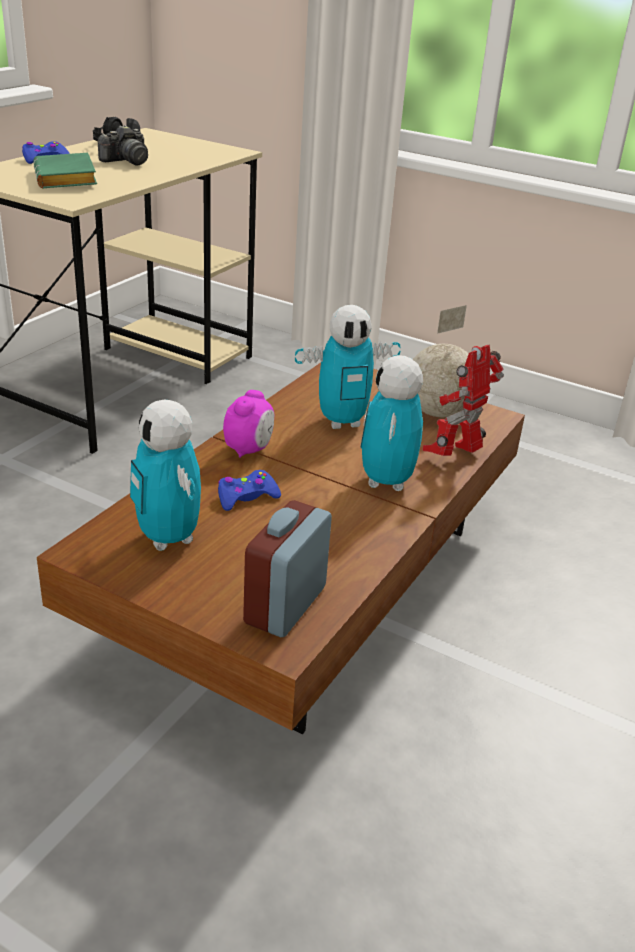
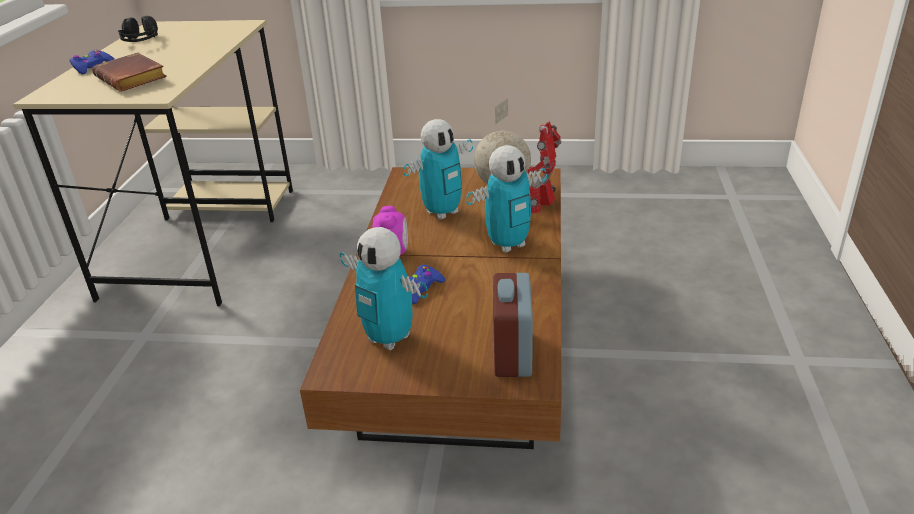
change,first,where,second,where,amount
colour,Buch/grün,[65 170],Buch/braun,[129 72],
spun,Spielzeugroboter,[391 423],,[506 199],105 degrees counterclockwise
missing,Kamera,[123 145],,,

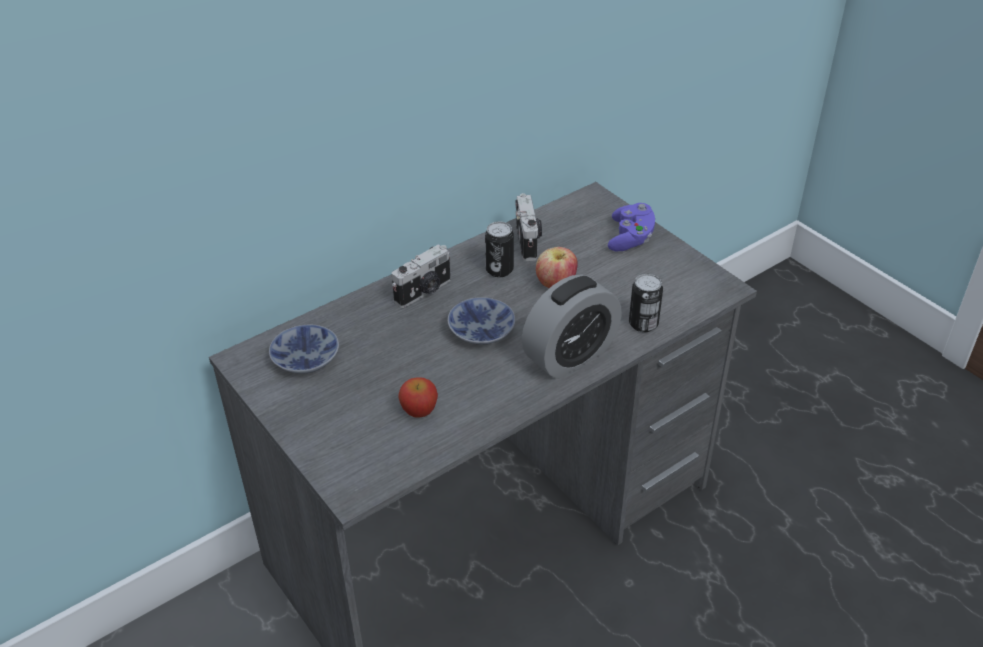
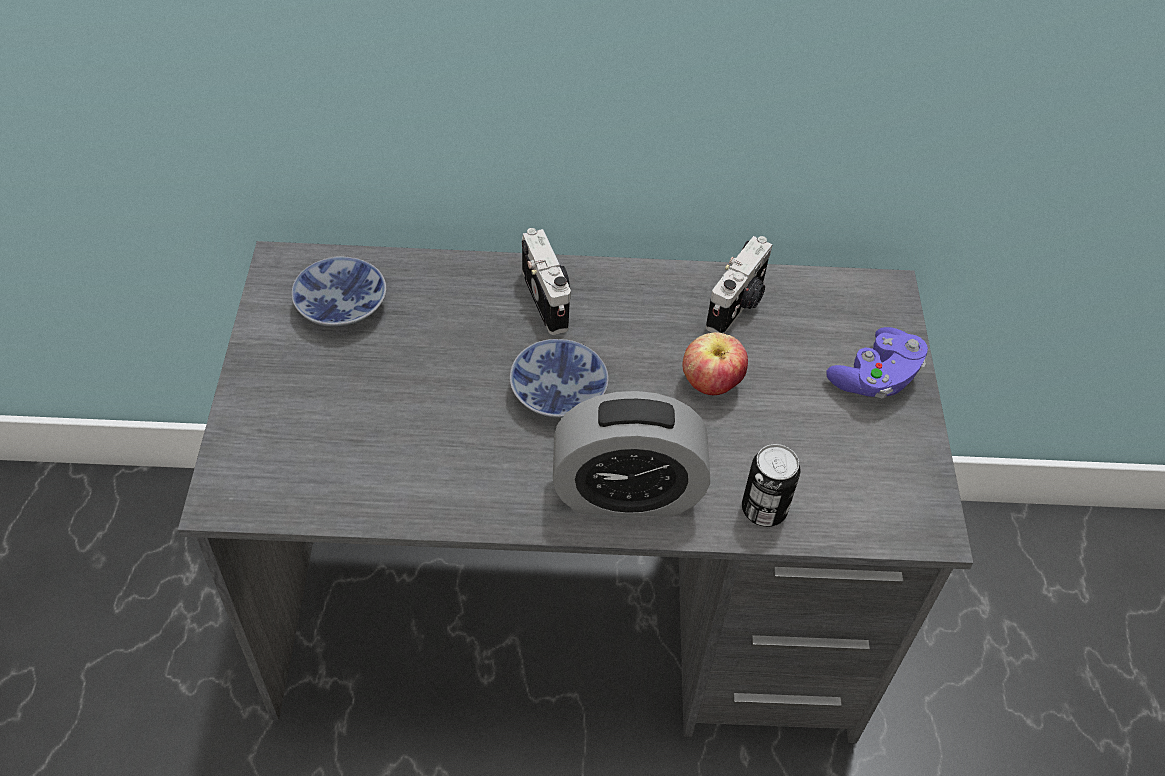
change,first,where,second,where,amount
spun,Kamera,[421 276],,[546 281],105 degrees counterclockwise
missing,Apfel,[418 397],,,
missing,Dose,[499 249],,,

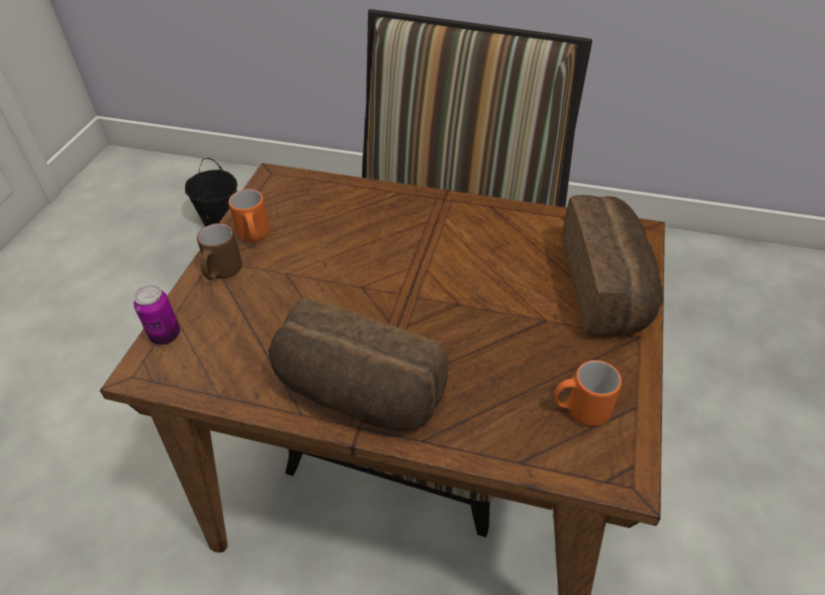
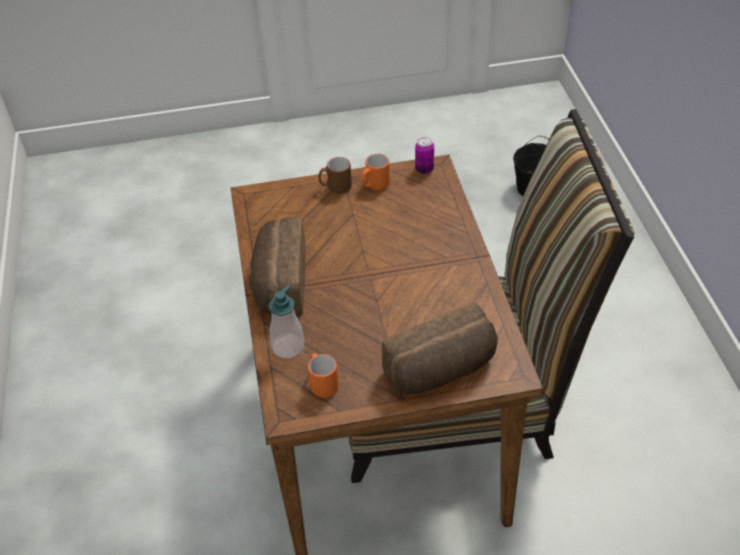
change,first,where,second,where,amount
appeared,,,Seifenspender,[286 321],
relocated,Dose,[157 315],,[424 155],

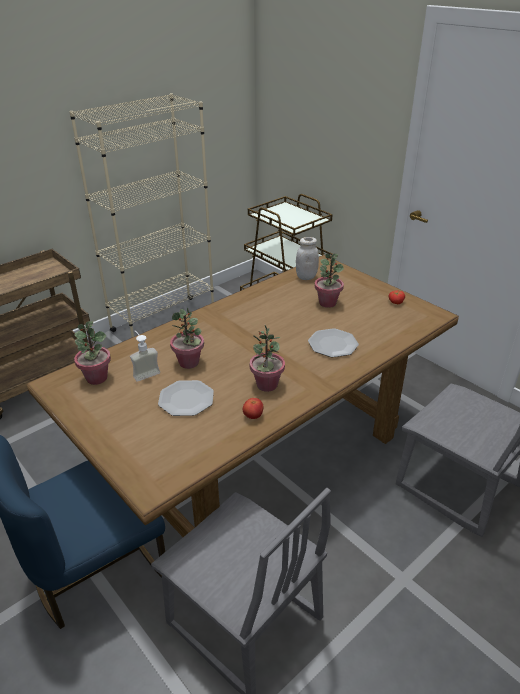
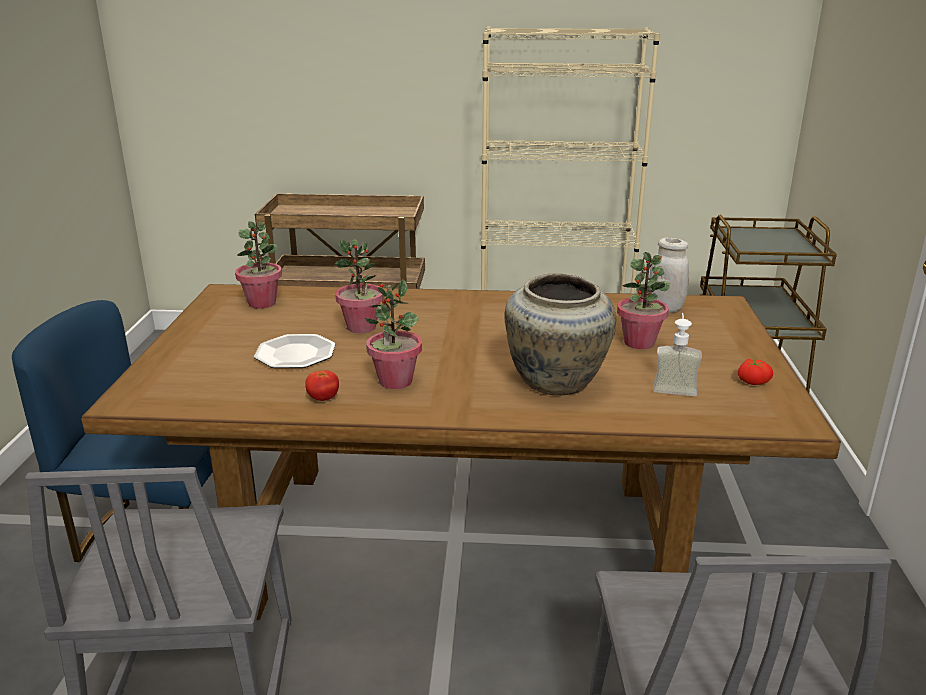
change,first,where,second,where,amount
exchanged,Teller,[333 342],Vase/beige,[560 334],
relocated,Seifenspender,[145 356],,[677 354],

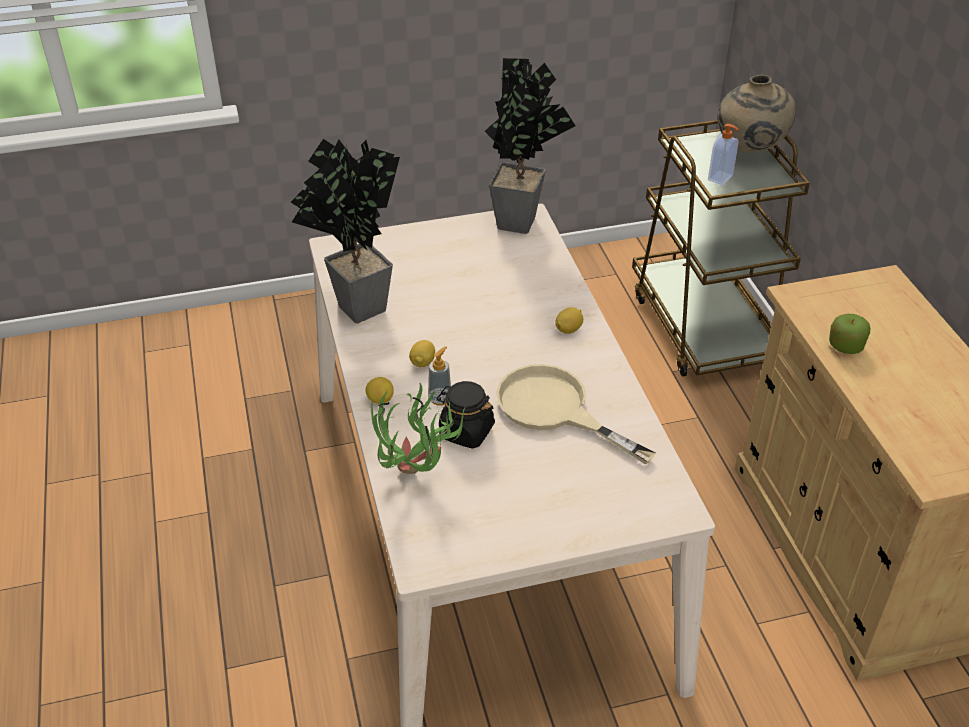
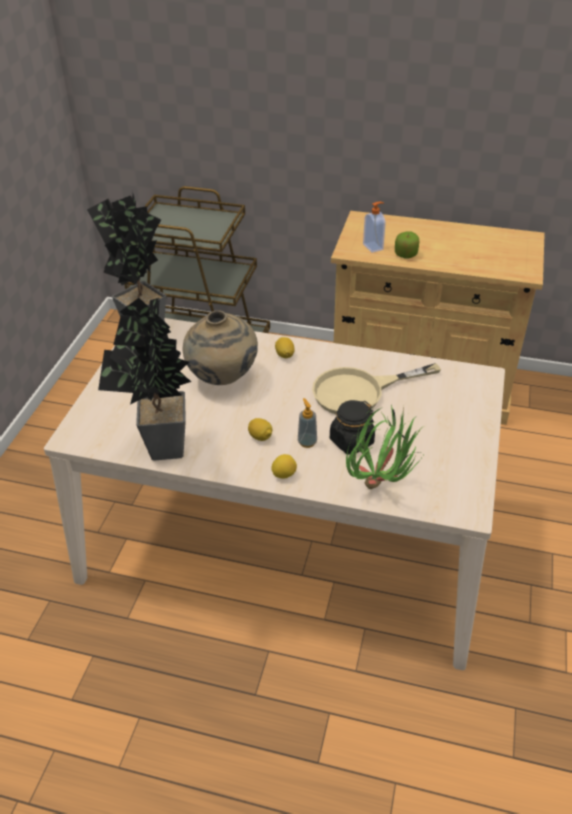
change,first,where,second,where,amount
relocated,Vase/beige,[756 114],,[220 347],
relocated,Seifenspender,[723 154],,[374 227],

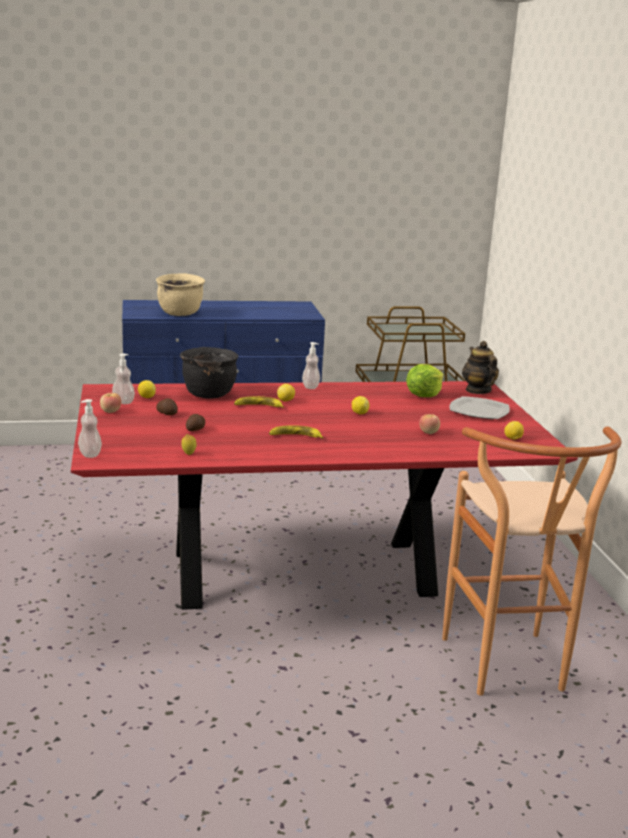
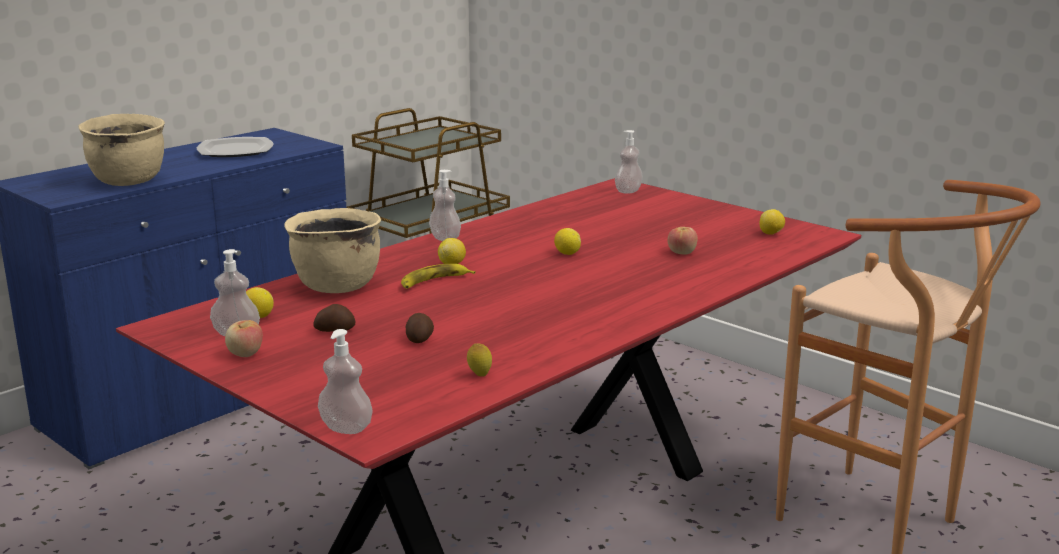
change,first,where,second,where,amount
relocated,Teller,[480 407],,[235 147],
colour,Kochtopf/schwarz,[209 373],Kochtopf/beige,[332 250],
exchanged,Teekanne,[480 367],Seifenspender,[629 162],
missing,Banane,[296 432],,,
missing,Salatkopf,[425 380],,,

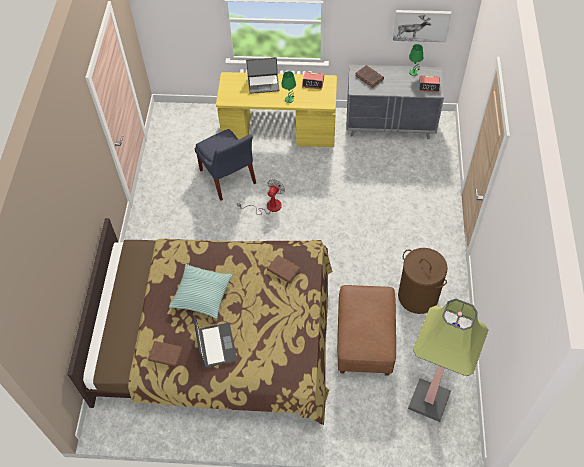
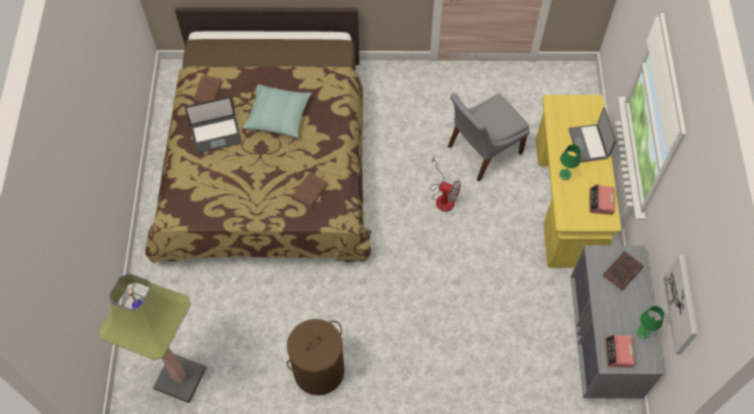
change,first,where,second,where,amount
colour,Stuhl/blau,[225 165],Stuhl/grau,[489 137],
missing,Polsterhocker/braun,[366 330],,,

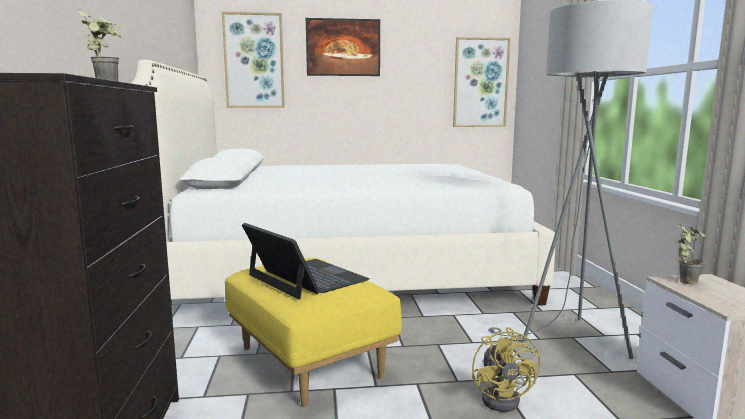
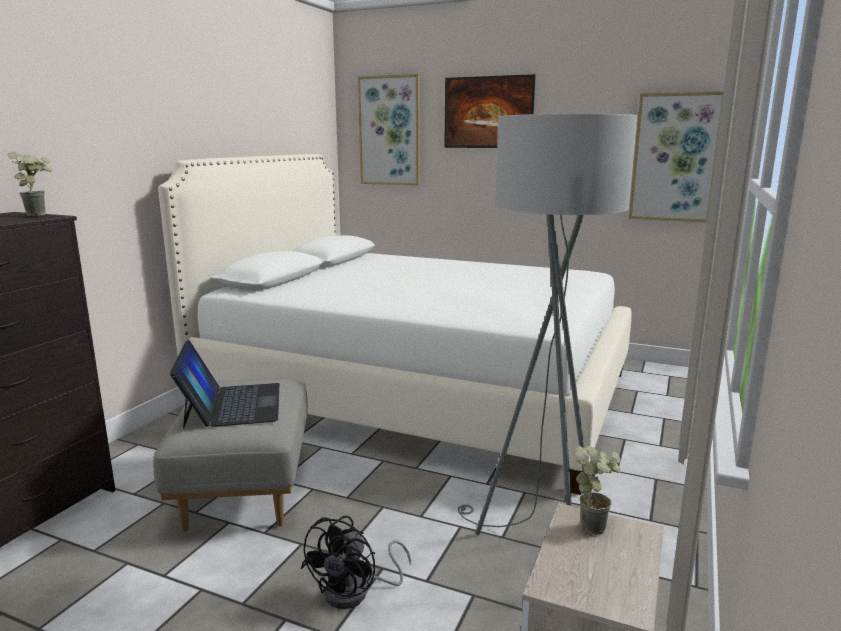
change,first,where,second,where,amount
colour,Polsterhocker/gelb,[313 332],Polsterhocker/grau,[230 455],
colour,Ventilator/gelb,[506 369],Ventilator/schwarz,[356 562],

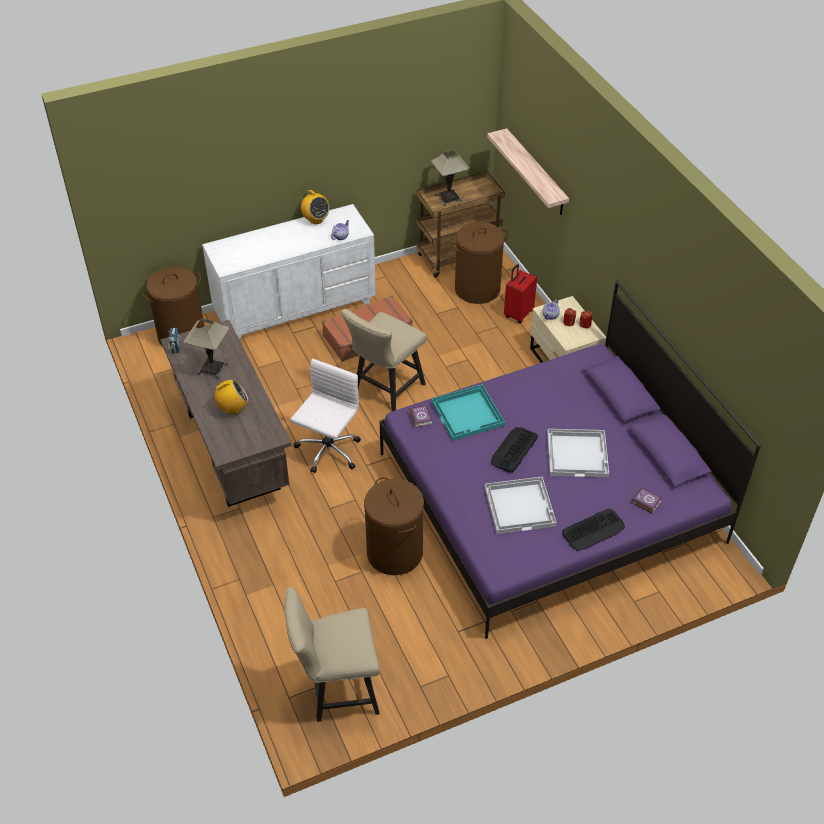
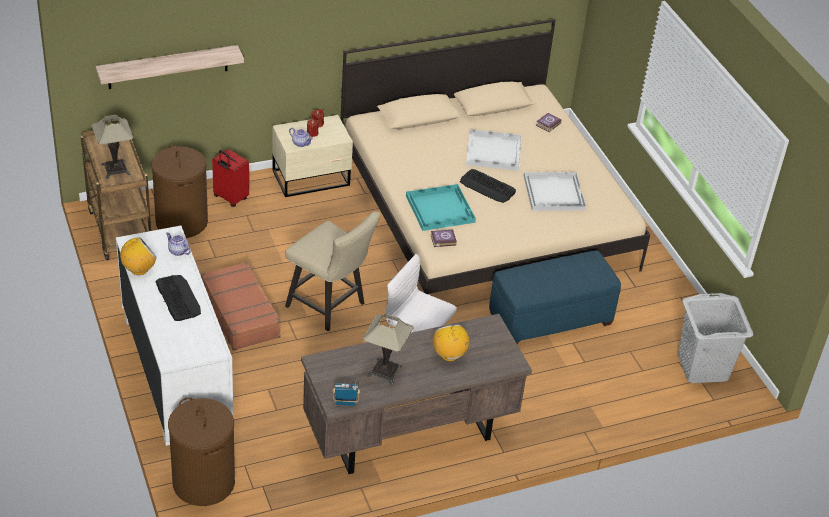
change,first,where,second,where,amount
relocated,Tastatur,[593 529],,[178 298],
colour,Bett/lila,[570 459],Bett/beige,[495 156],
exchanged,Wäschekorb/braun,[394 526],Polsterhocker/blau,[555 298],
exchanged,Stuhl/beige,[332 654],Wäschekorb/grau,[715 338],

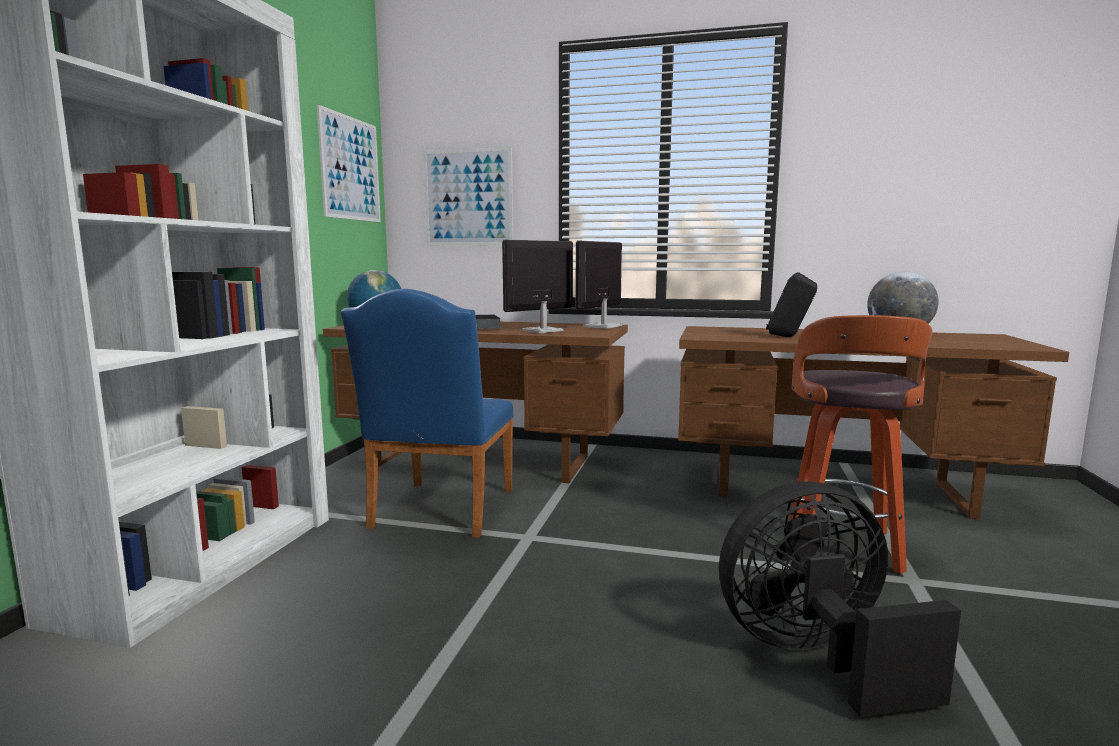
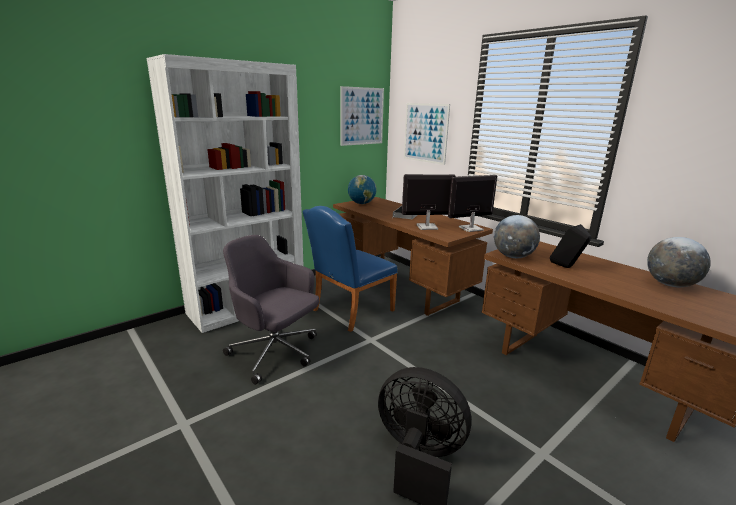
change,first,where,second,where,amount
appeared,,,Bürostuhl/grau,[271 310],
appeared,,,Globus,[517 236],
missing,Hocker,[861 444],,,

